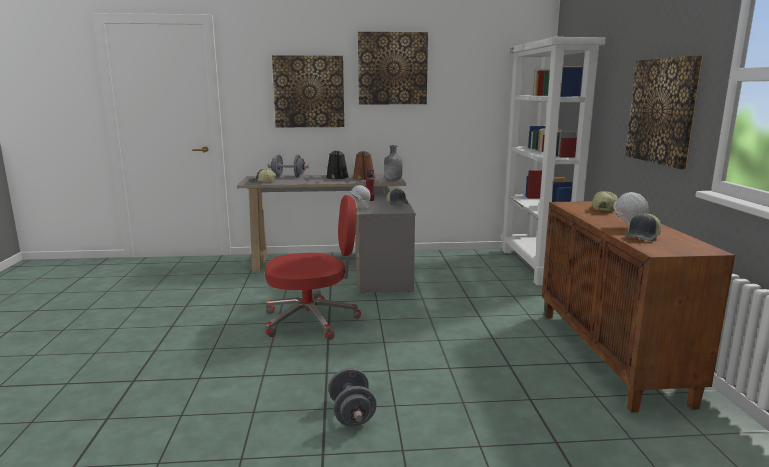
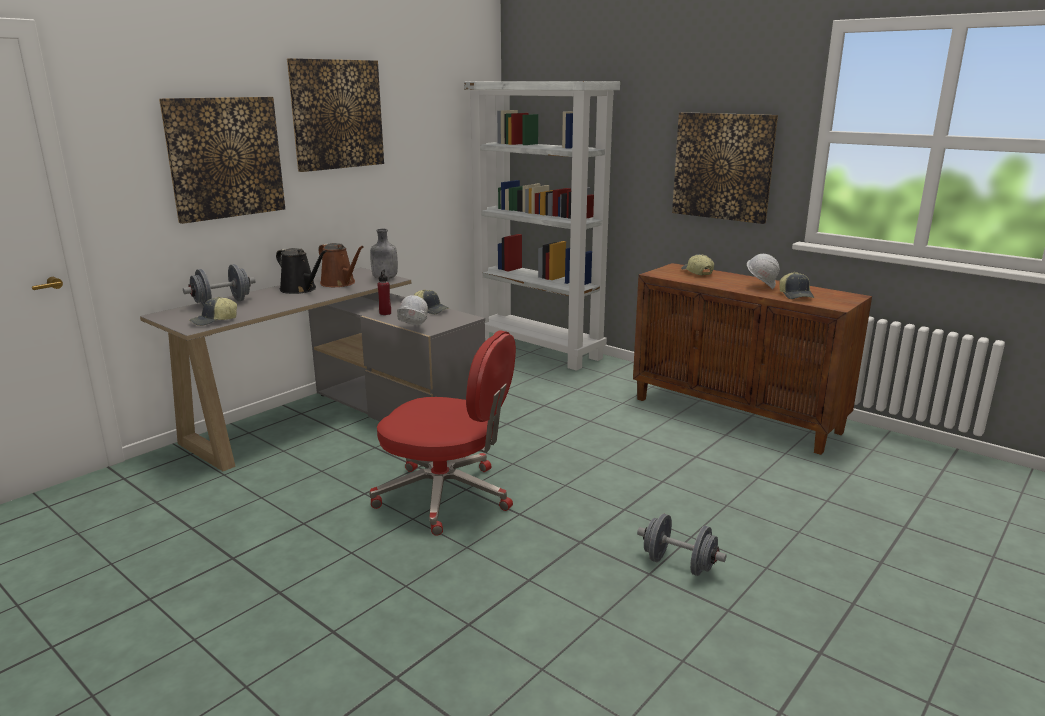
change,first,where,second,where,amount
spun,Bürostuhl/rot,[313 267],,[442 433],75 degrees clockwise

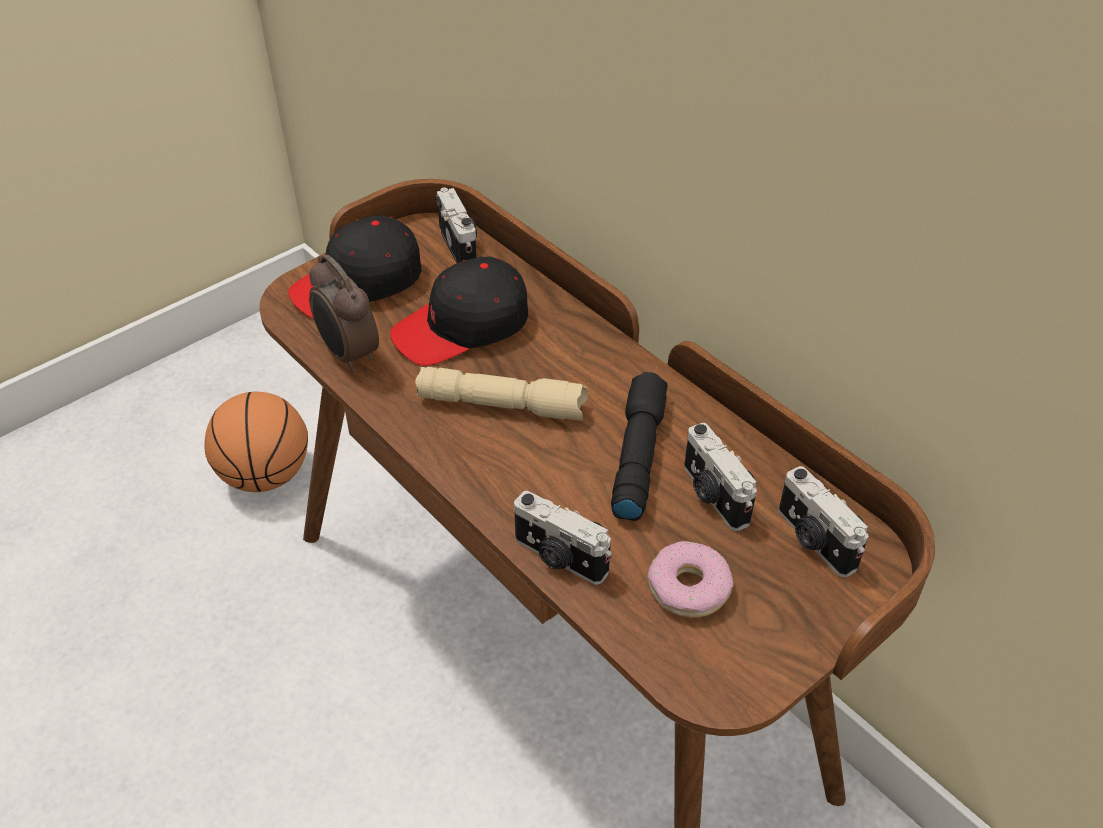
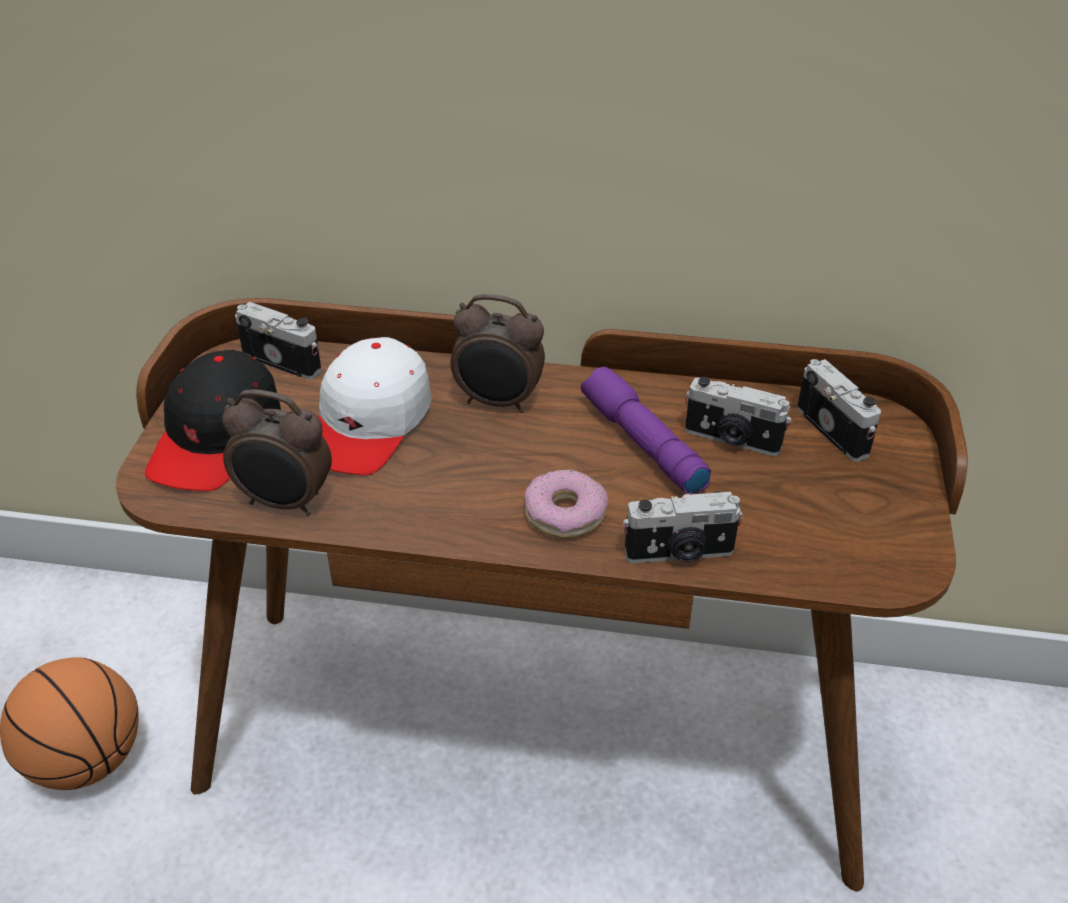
change,first,where,second,where,amount
colour,Kappe/schwarz,[459 311],Kappe/weiß,[375 406],
appeared,,,Wecker,[497 353],
relocated,Donut,[690 579],,[567 504],
colour,Taschenlampe/schwarz,[639 446],Taschenlampe/lila,[646 430],
spun,Kamera,[823 521],,[839 410],135 degrees counterclockwise
missing,Taschenlampe/beige,[501 394],,,

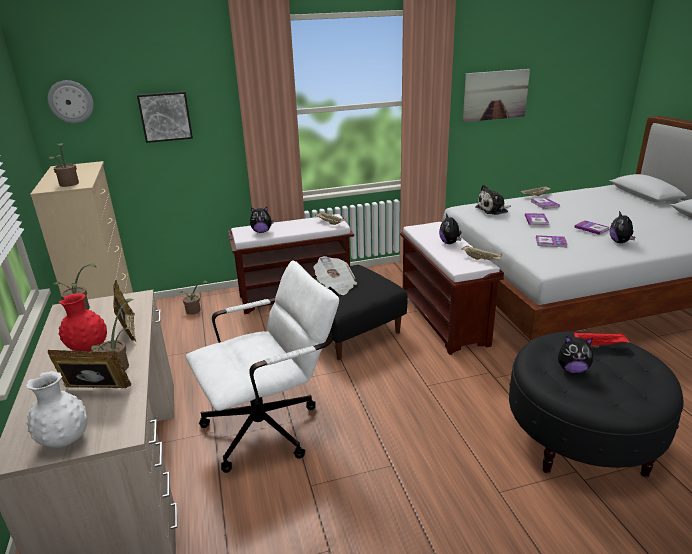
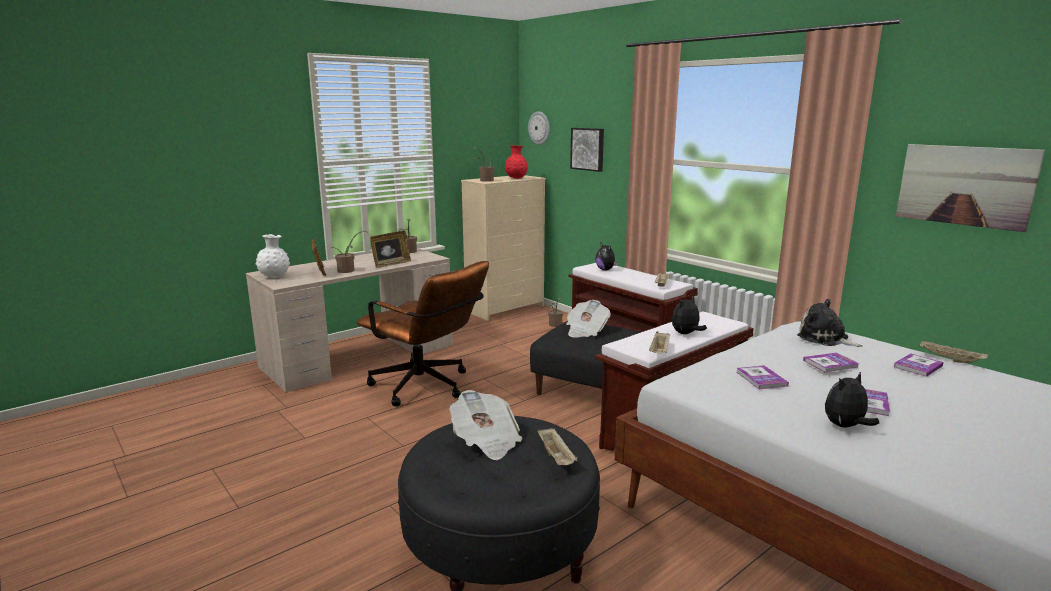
change,first,where,second,where,amount
colour,Bürostuhl/weiß,[262 367],Bürostuhl/braun,[423 333],
exchanged,Plüschtier,[575 354],Zeitung,[485 425],
relocated,Vase/rot,[83 322],,[516 162],
colour,Tablett/rot,[602 339],Tablett/beige,[557 446],

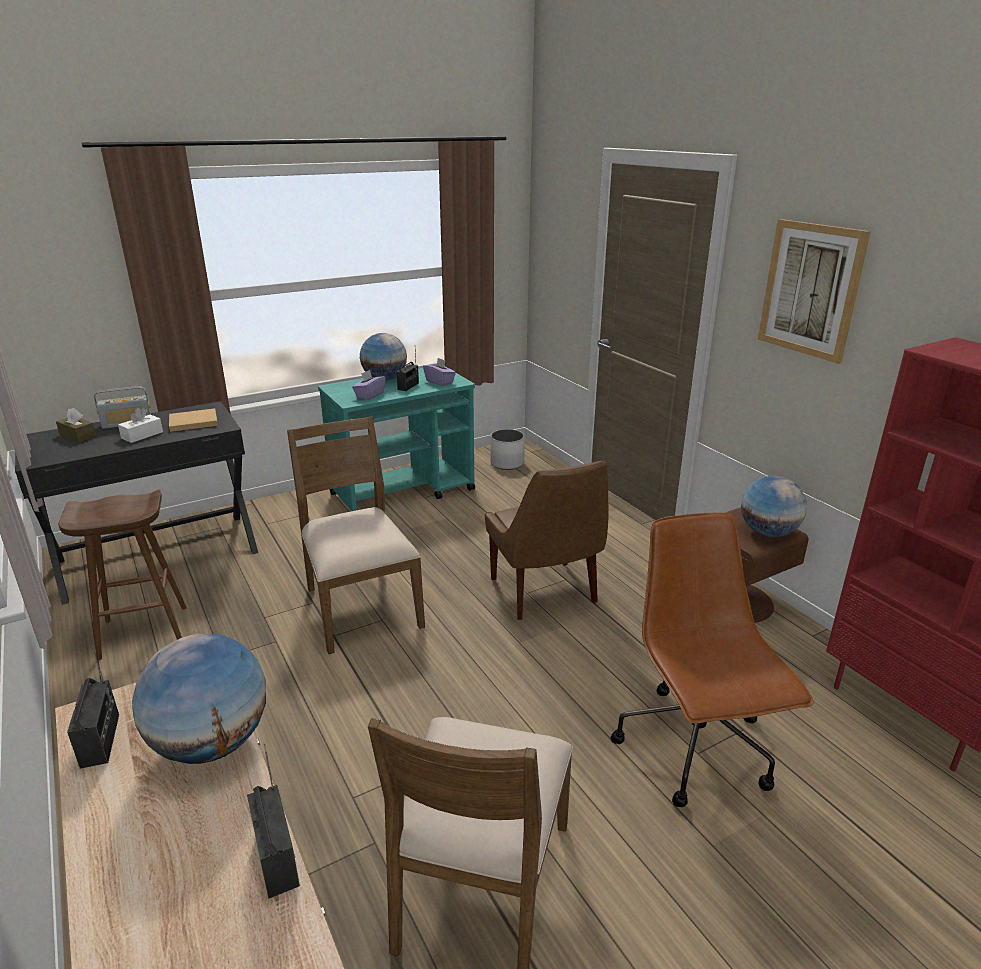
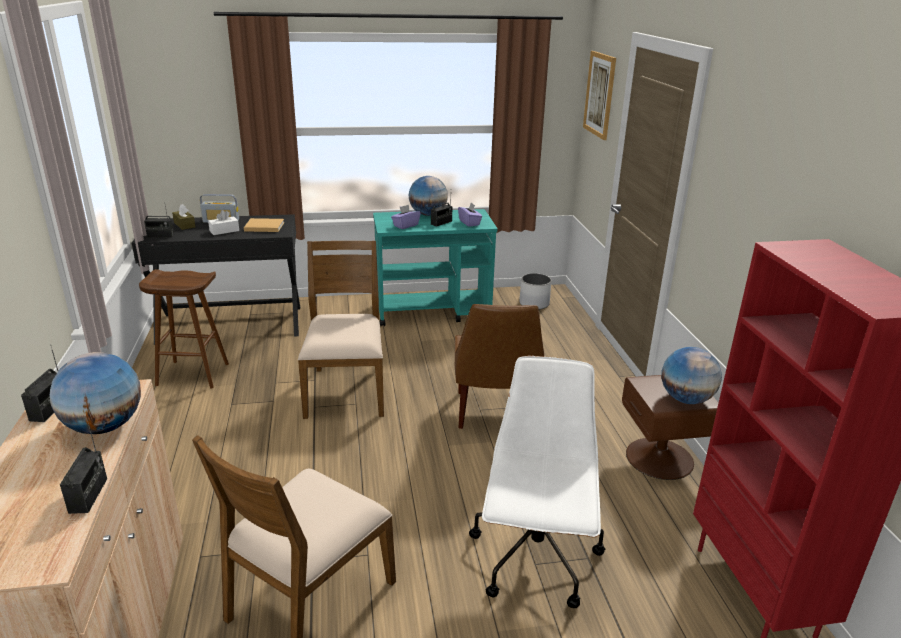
change,first,where,second,where,amount
appeared,,,Radio,[159 221],
colour,Bürostuhl/braun,[712 660],Bürostuhl/weiß,[537 482],
relocated,Bild,[814 291],,[599 95],

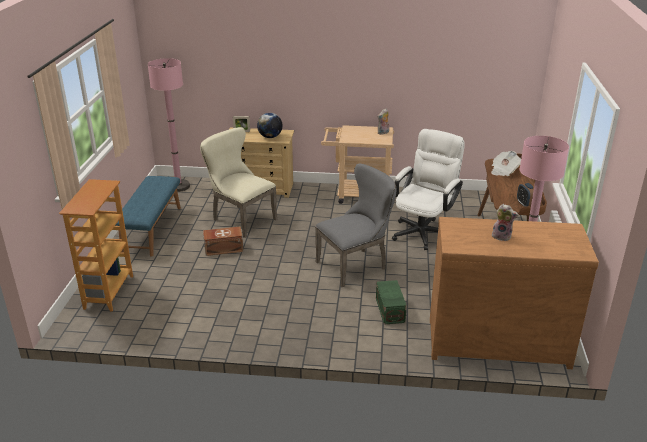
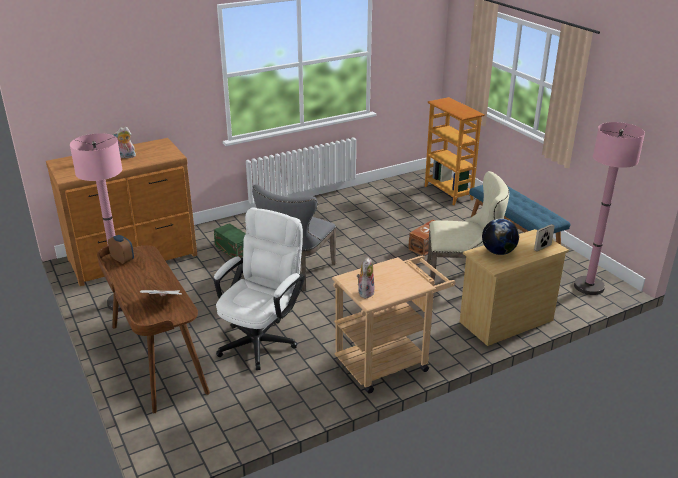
change,first,where,second,where,amount
spun,Bürostuhl/weiß,[428 189],,[259 288],150 degrees counterclockwise

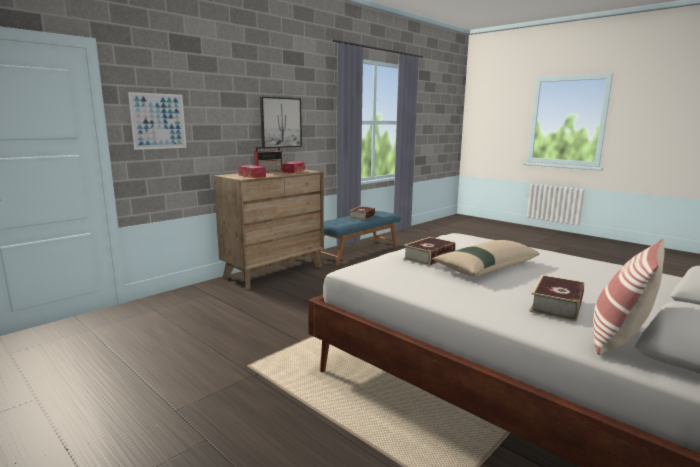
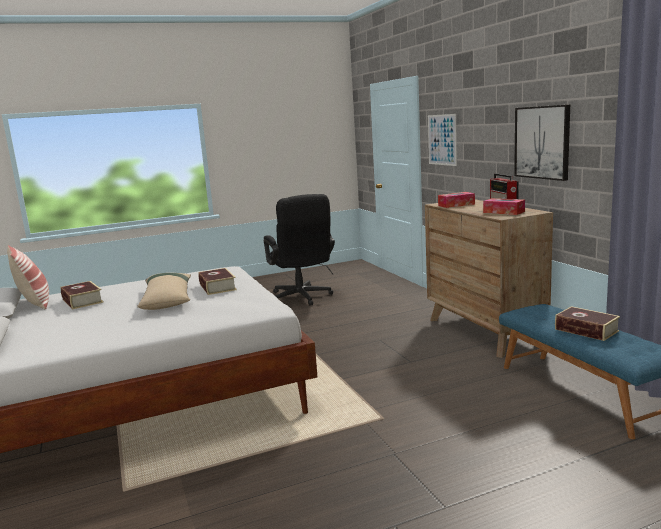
change,first,where,second,where,amount
appeared,,,Bürostuhl/schwarz,[299 250],

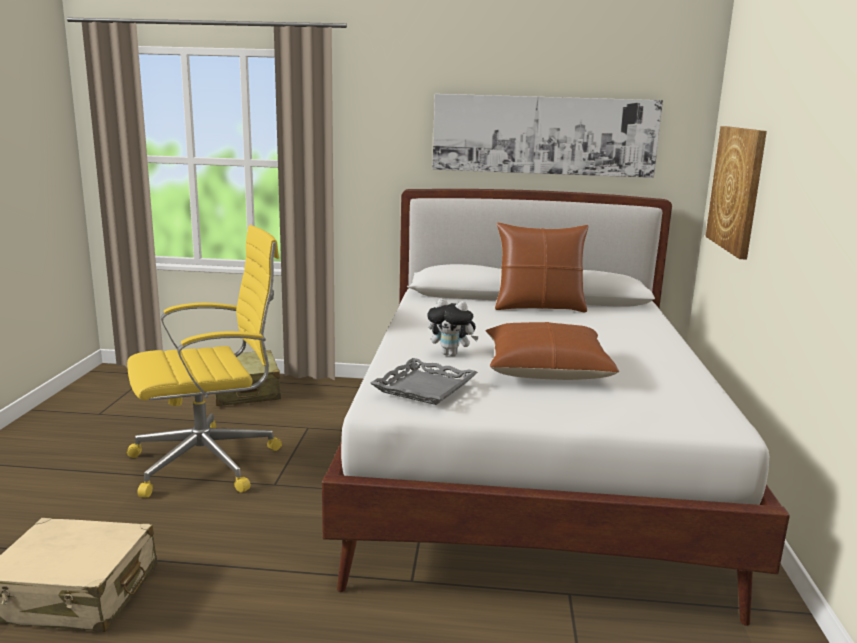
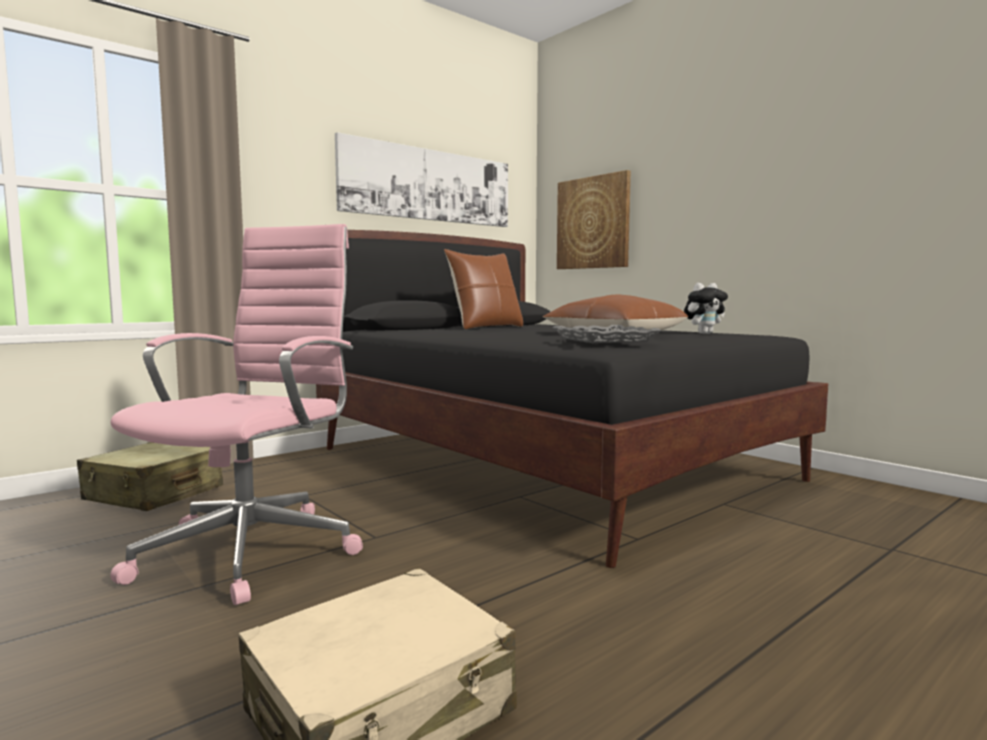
change,first,where,second,where,amount
colour,Bürostuhl/gelb,[204 361],Bürostuhl/rosa,[236 414],
colour,Bett/weiß,[556 407],Bett/schwarz,[572 399],
relocated,Plüschtier,[453 327],,[706 308],

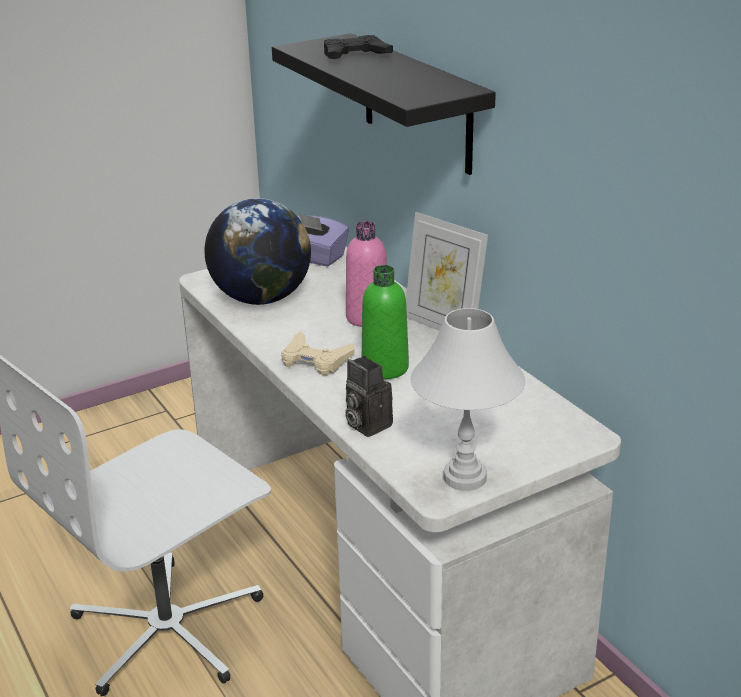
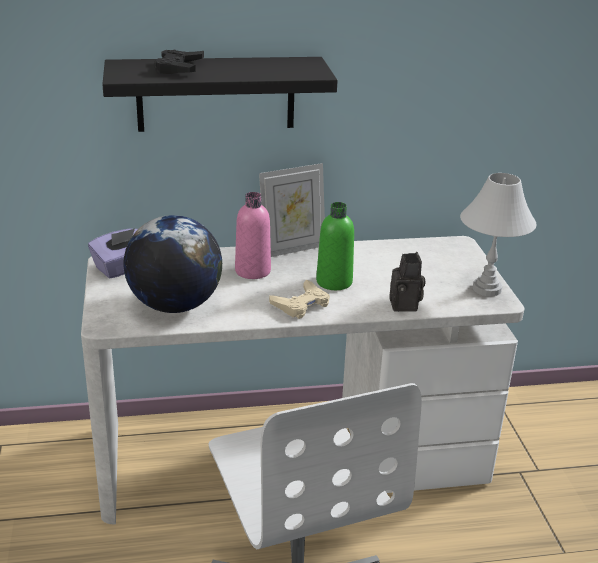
change,first,where,second,where,amount
spun,Kamera,[369 396],,[407 282],75 degrees counterclockwise

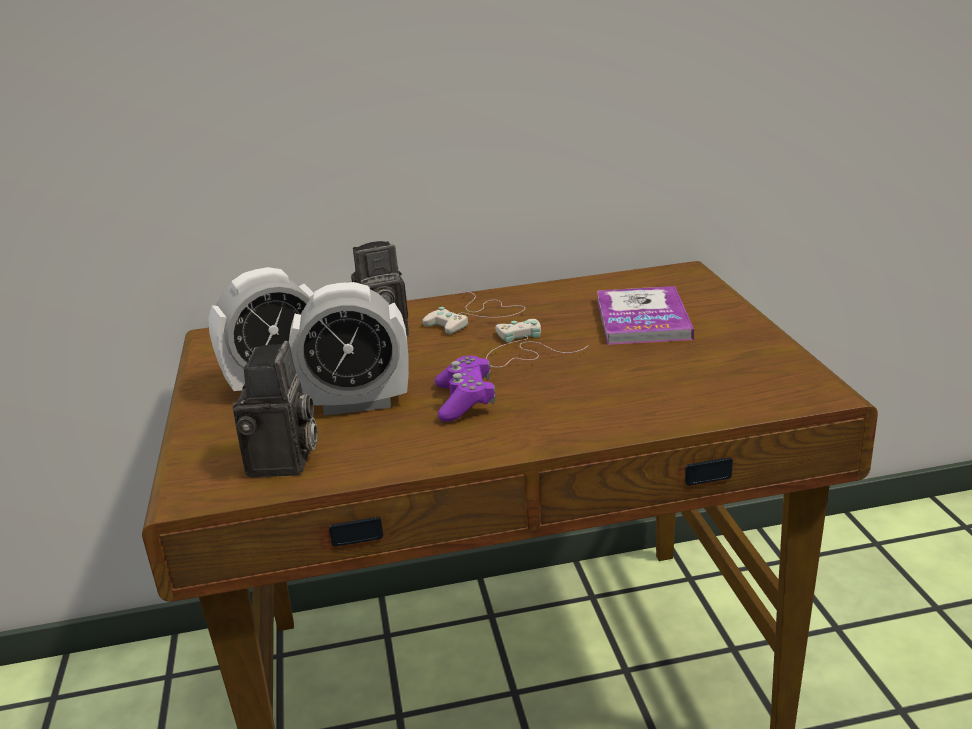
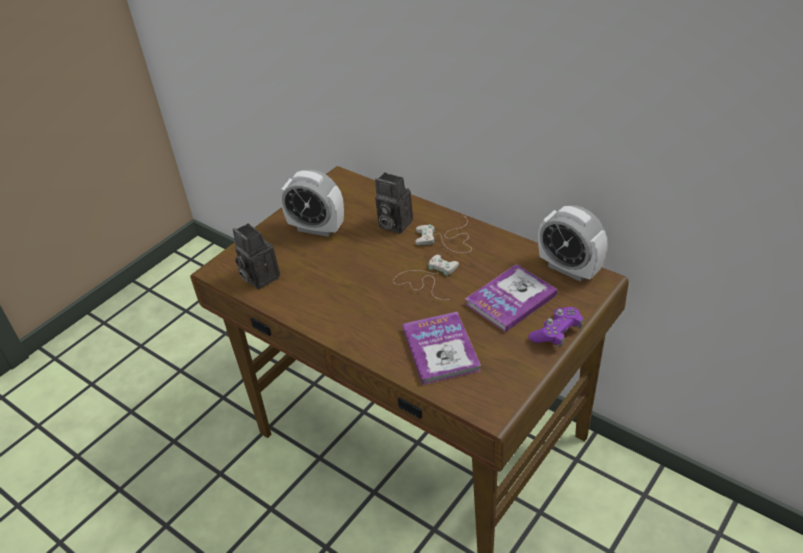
change,first,where,second,where,amount
spun,Kamera,[275 409],,[256 256],90 degrees clockwise
appeared,,,Buch,[441 348],
relocated,Gamepad/lila,[465 389],,[556 327],
relocated,Wecker,[349 349],,[572 243],

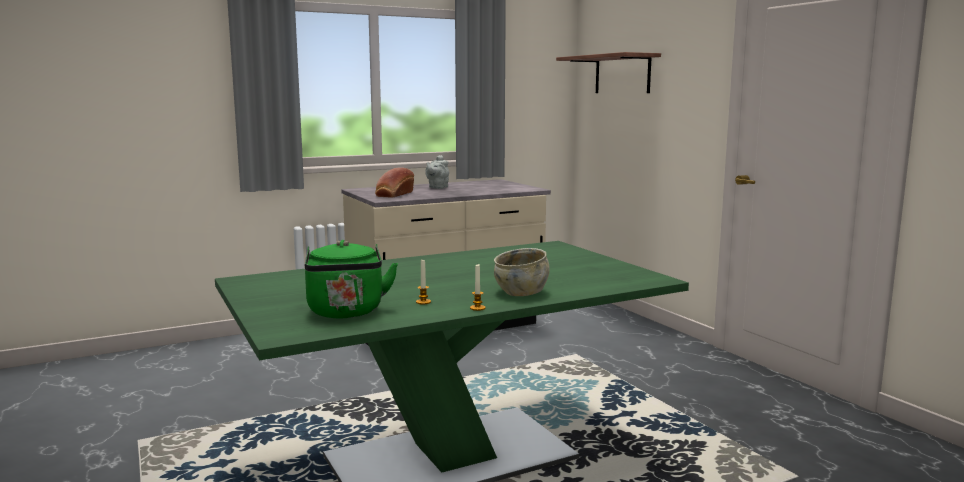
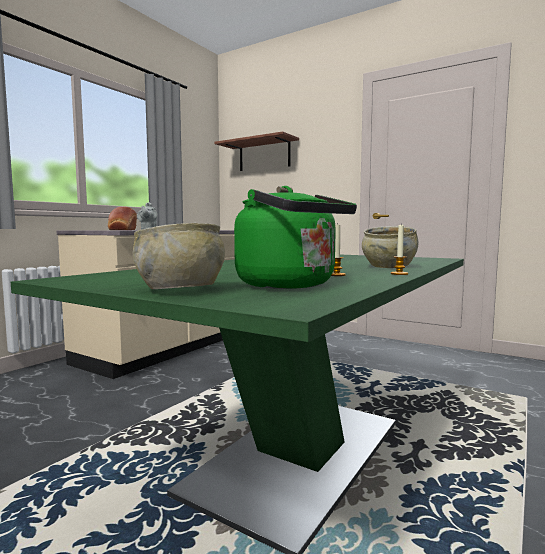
change,first,where,second,where,amount
appeared,,,Schüssel/beige,[179 256],

